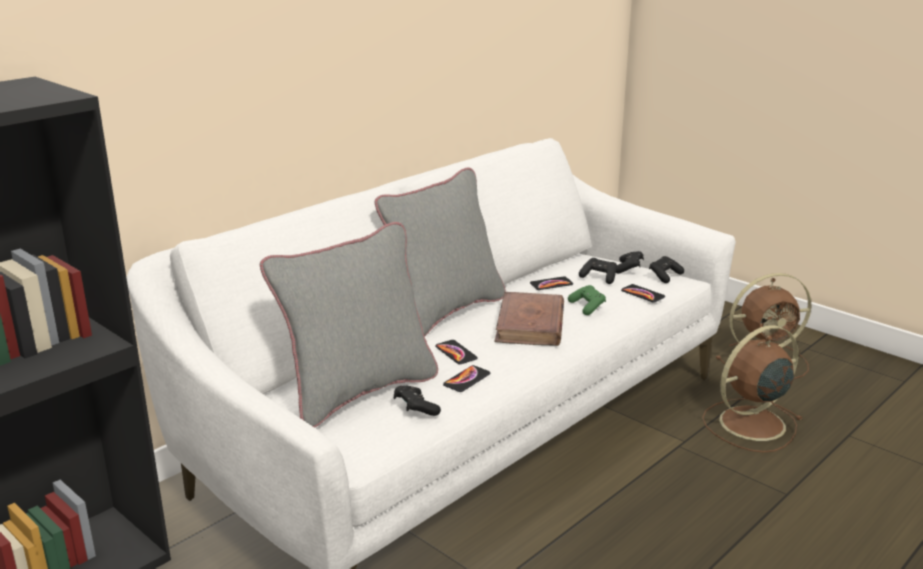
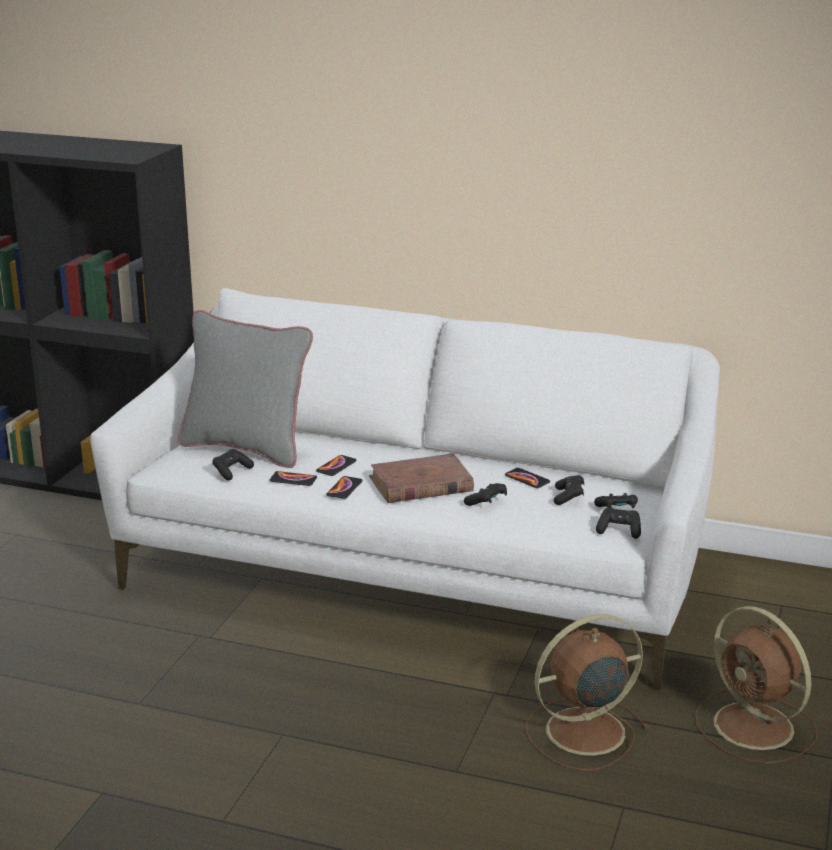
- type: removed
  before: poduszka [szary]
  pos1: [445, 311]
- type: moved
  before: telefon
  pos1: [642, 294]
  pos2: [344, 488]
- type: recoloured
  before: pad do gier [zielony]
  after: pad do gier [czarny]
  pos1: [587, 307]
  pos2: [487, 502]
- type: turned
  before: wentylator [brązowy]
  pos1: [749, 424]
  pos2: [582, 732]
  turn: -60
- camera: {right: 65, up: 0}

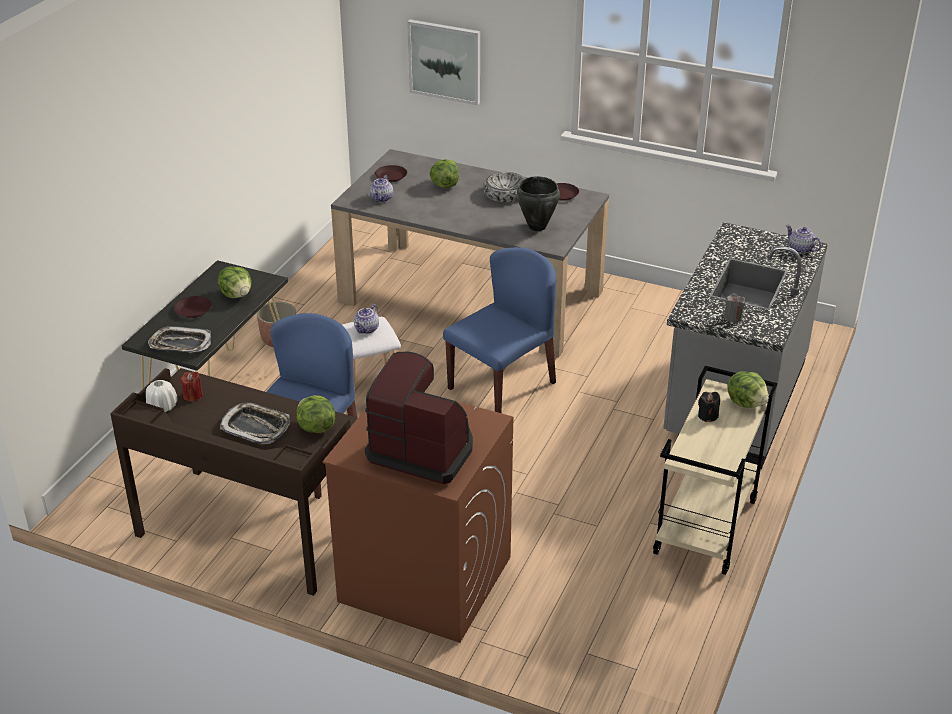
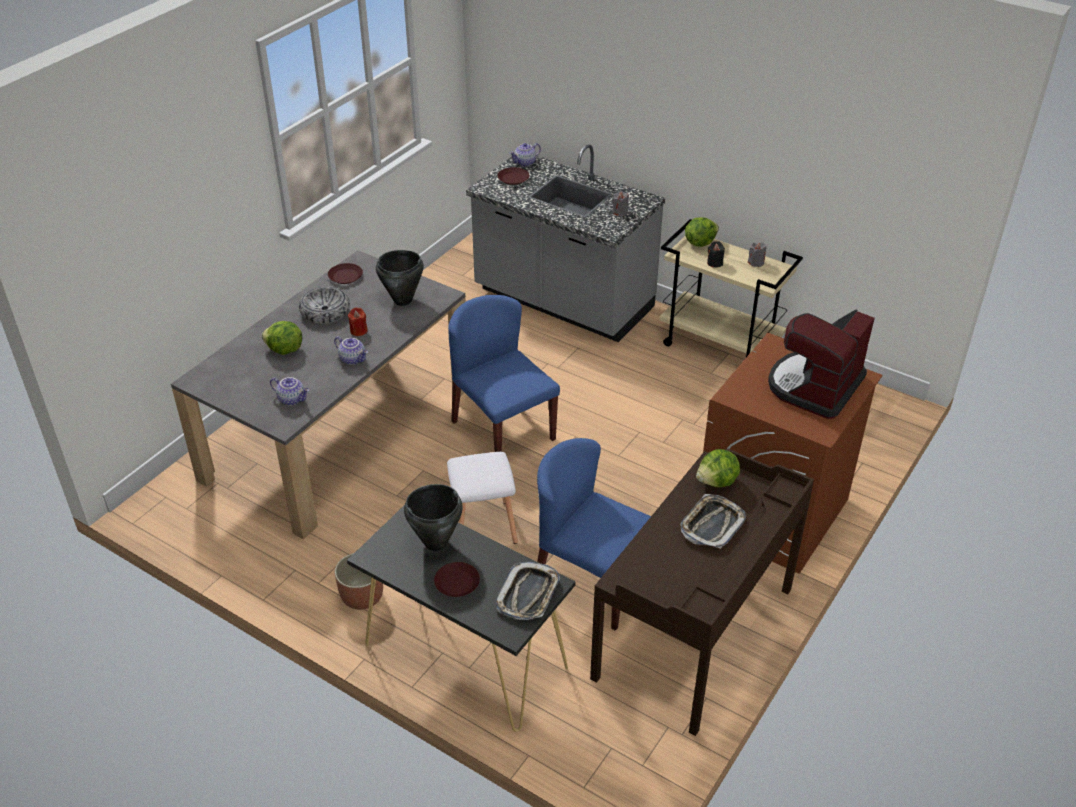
- type: removed
  before: obraz
  pos1: [445, 61]
- type: moved
  before: talerz [brązowy]
  pos1: [391, 176]
  pos2: [513, 179]
- type: replaced
  before: sałata
  after: garnek [czarny]
  pos1: [237, 295]
  pos2: [435, 543]
- type: moved
  before: imbryk
  pos1: [367, 329]
  pos2: [353, 359]
- type: moved
  before: świeca [czerwony]
  pos1: [193, 396]
  pos2: [358, 331]
- type: removed
  before: wazon [biały]
  pos1: [162, 407]
- type: added
  after: świeca [szary]
  pos2: [756, 262]
- camera: {right: -80, up: 5}

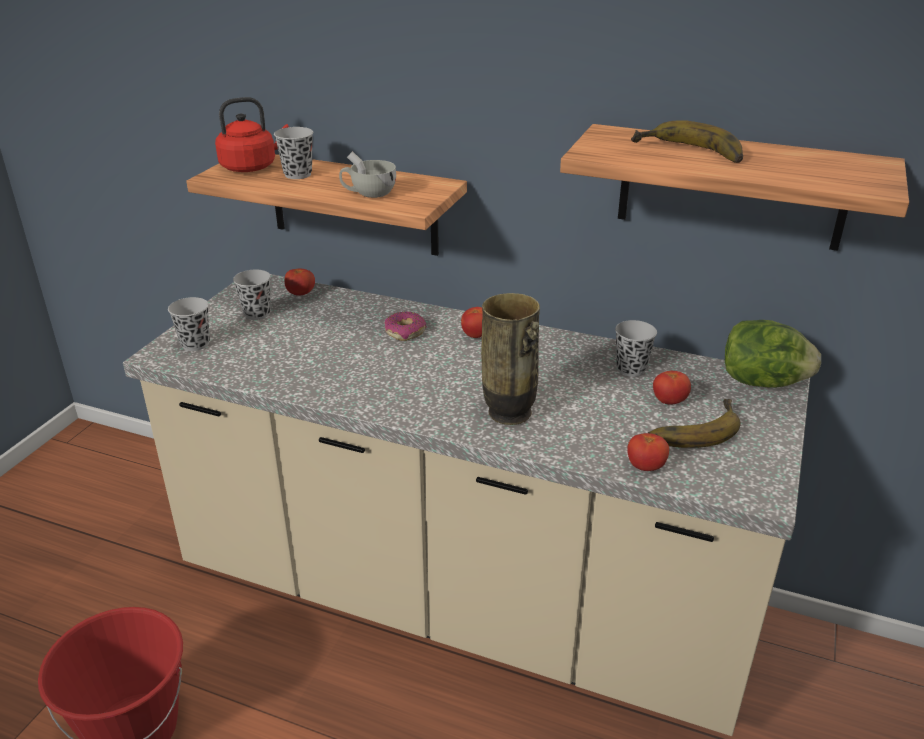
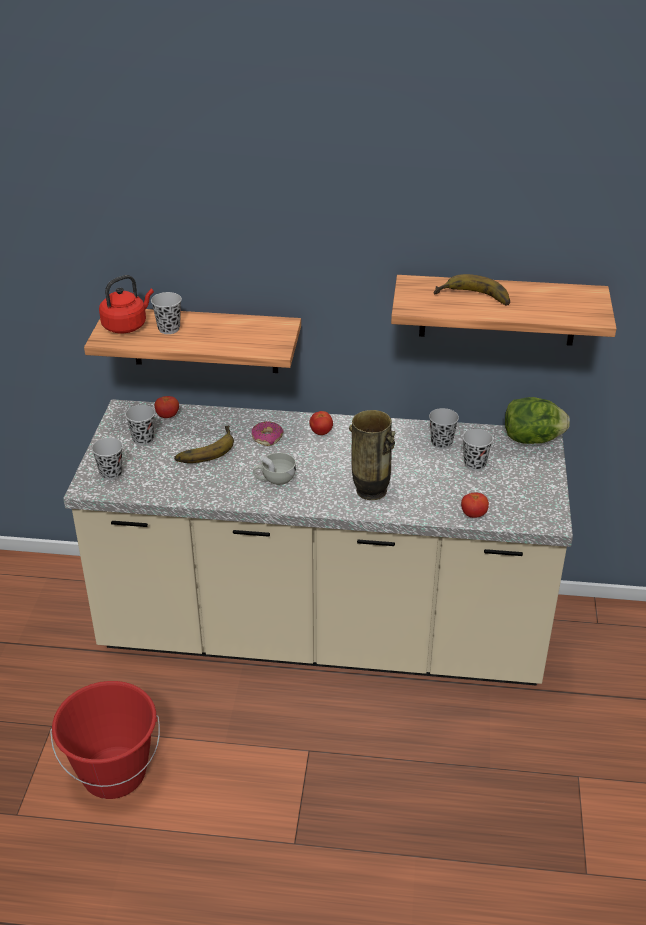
- type: moved
  before: filiżanka [biały]
  pos1: [368, 193]
  pos2: [275, 479]
- type: replaced
  before: pomidor
  after: filiżanka [czarny]
  pos1: [669, 401]
  pos2: [475, 464]
- type: moved
  before: banan
  pos1: [691, 428]
  pos2: [204, 449]
- camera: {right: -15, up: 5}

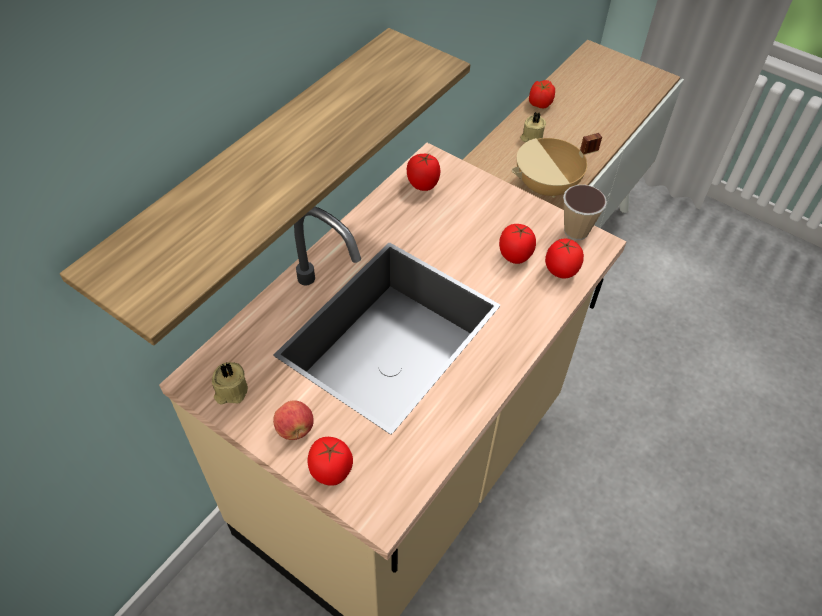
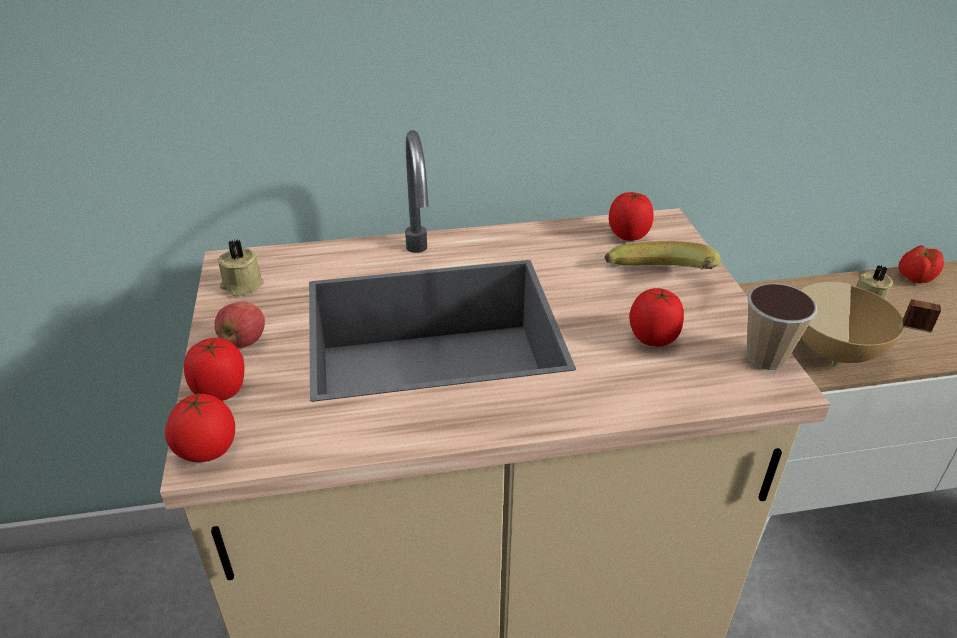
- type: removed
  before: półka
  pos1: [256, 174]
- type: moved
  before: pomidor
  pos1: [561, 271]
  pos2: [207, 451]
- type: added
  after: banan
  pos2: [661, 284]
- camera: {right: 45, up: -15}

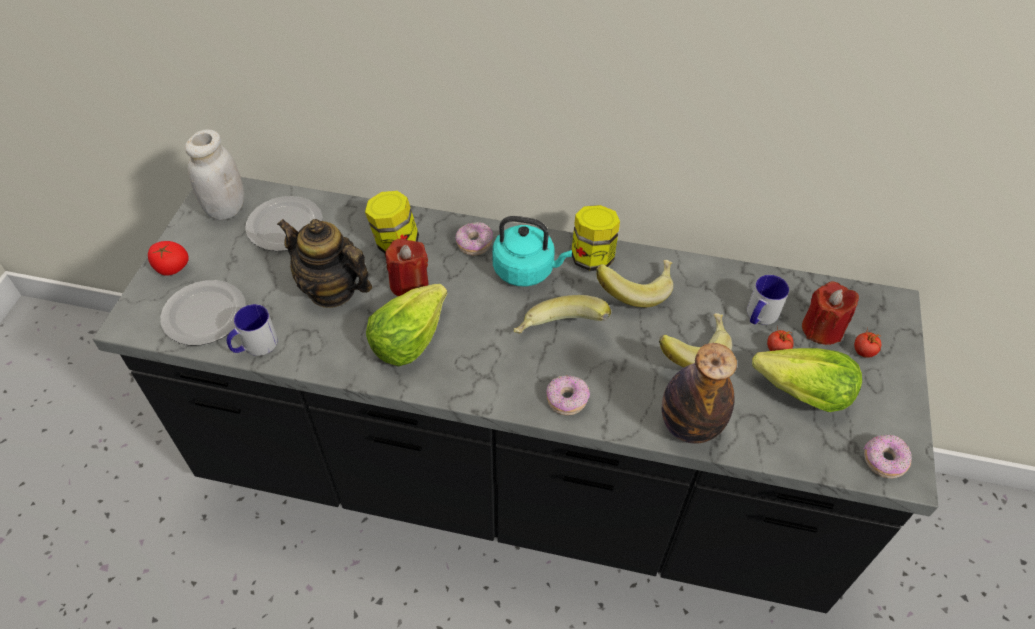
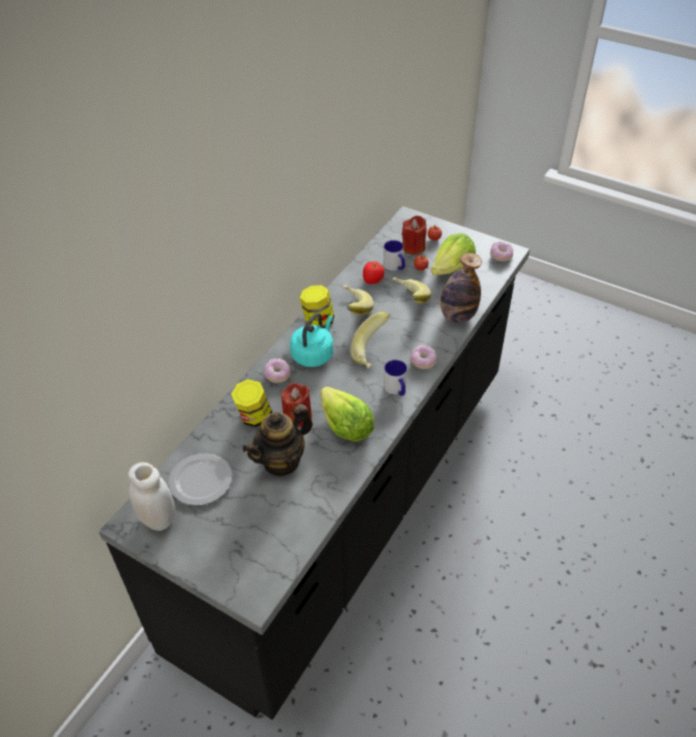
- type: moved
  before: pomidor
  pos1: [172, 268]
  pos2: [372, 280]
- type: removed
  before: talerz
  pos1: [203, 315]
- type: moved
  before: kubek
  pos1: [254, 346]
  pos2: [396, 389]
- camera: {right: -70, up: -5}

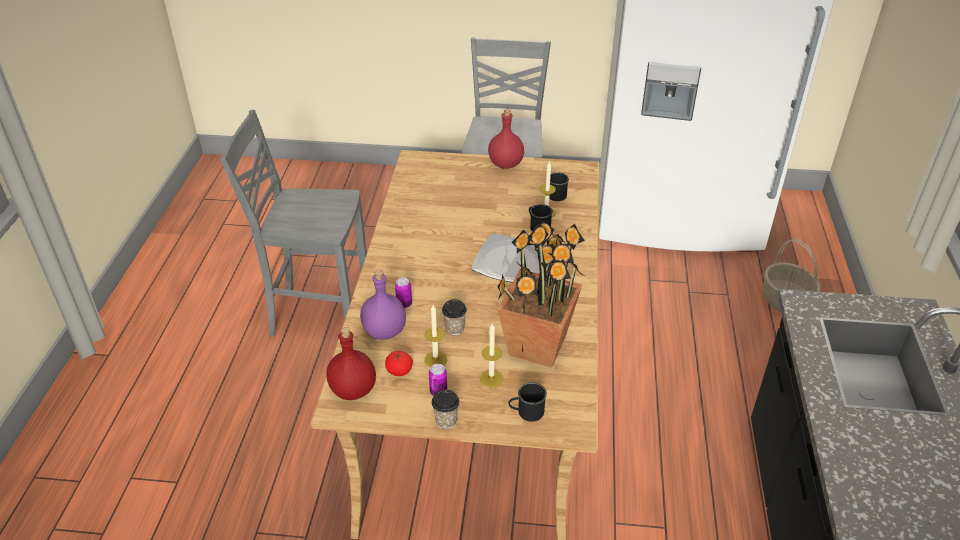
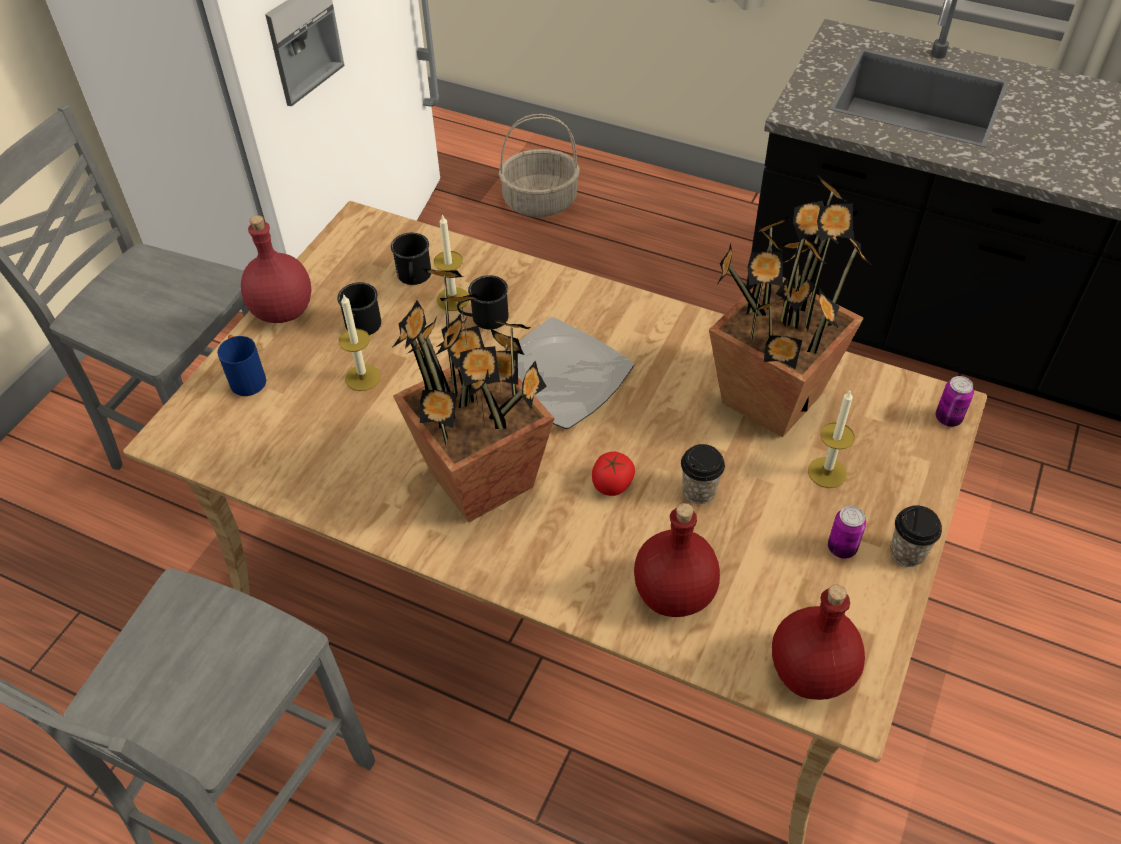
- type: recoloured
  before: butelka [fioletowy]
  after: butelka [czerwony]
  pos1: [384, 332]
  pos2: [675, 594]
- type: moved
  before: puszka
  pos1: [404, 304]
  pos2: [948, 418]
- type: moved
  before: świeca
  pos1: [435, 359]
  pos2: [362, 377]
- type: moved
  before: pomidor
  pos1: [399, 371]
  pos2: [612, 484]
- type: moved
  before: kubek [czarny]
  pos1: [526, 412]
  pos2: [361, 328]
- type: added
  after: roślina doniczkowa
  pos2: [483, 480]
- type: added
  after: kubek [niebieski]
  pos2: [246, 378]
- camera: {right: -70, up: 10}

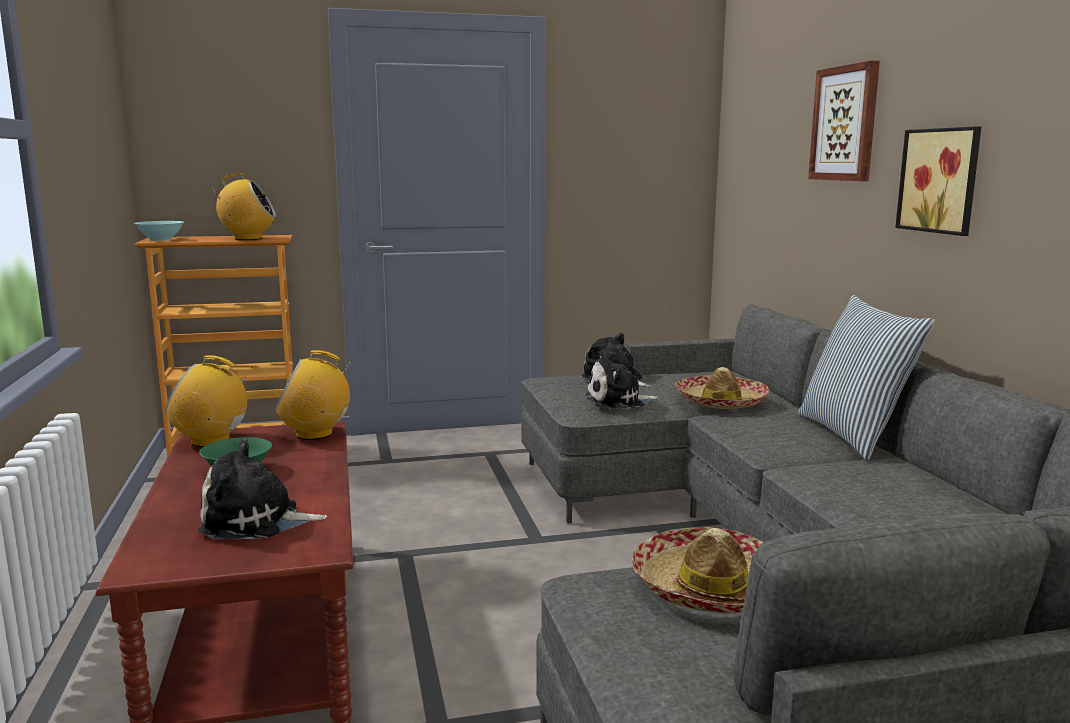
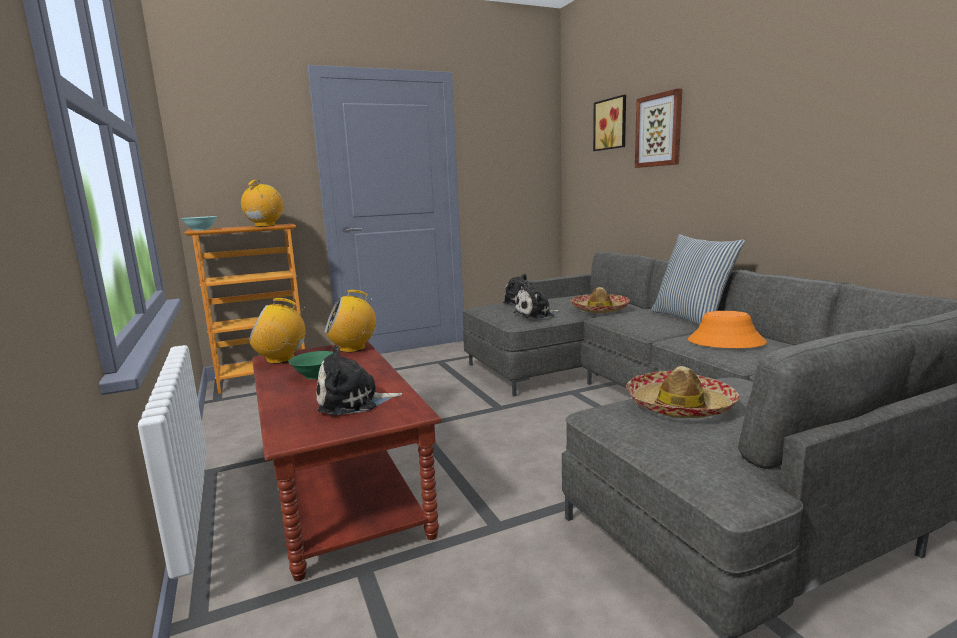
- type: moved
  before: obraz
  pos1: [942, 180]
  pos2: [611, 124]
- type: turned
  before: radio
  pos1: [248, 239]
  pos2: [265, 226]
  turn: -60
- type: added
  after: kapelusz [pomarańczowy]
  pos2: [725, 342]
- camera: {right: -10, up: 0}

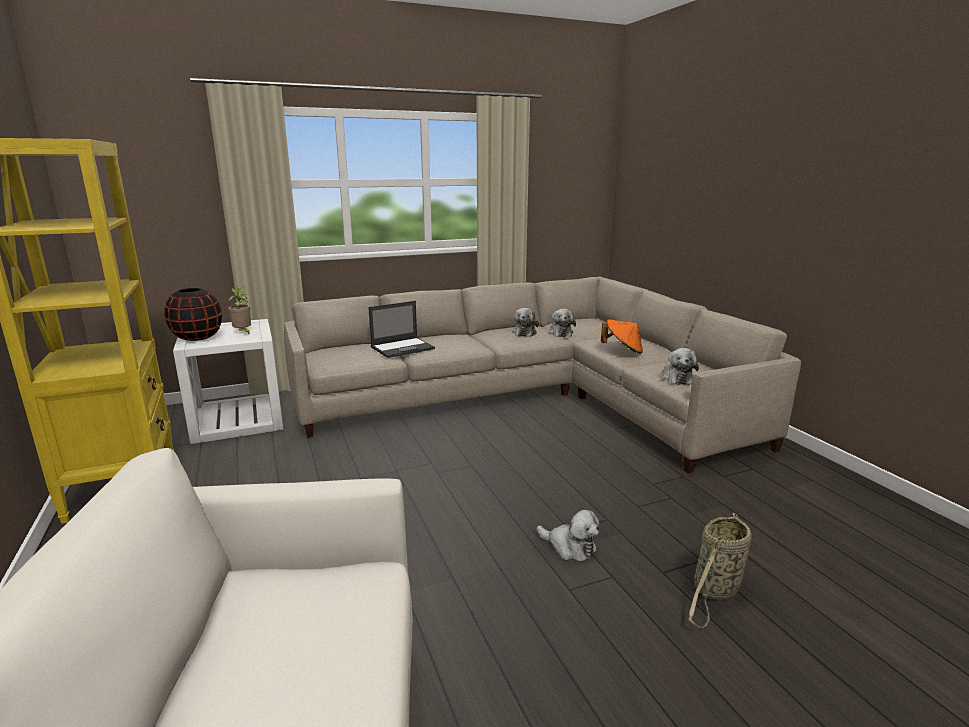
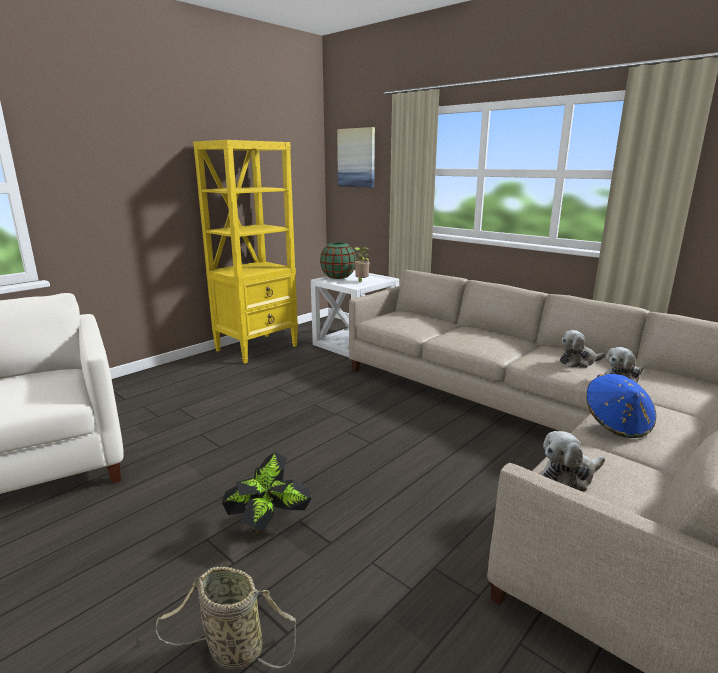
- type: recoloured
  before: wazon [czarny]
  after: wazon [zielony]
  pos1: [197, 337]
  pos2: [338, 277]
- type: removed
  before: laptop
  pos1: [403, 348]
- type: recoloured
  before: kapelusz [pomarańczowy]
  after: kapelusz [niebieski]
  pos1: [623, 350]
  pos2: [617, 424]
- type: replaced
  before: pluszak
  after: roślina doniczkowa
  pos1: [570, 547]
  pos2: [270, 526]
- type: added
  after: obraz
  pos2: [356, 158]
- camera: {right: 65, up: 0}

